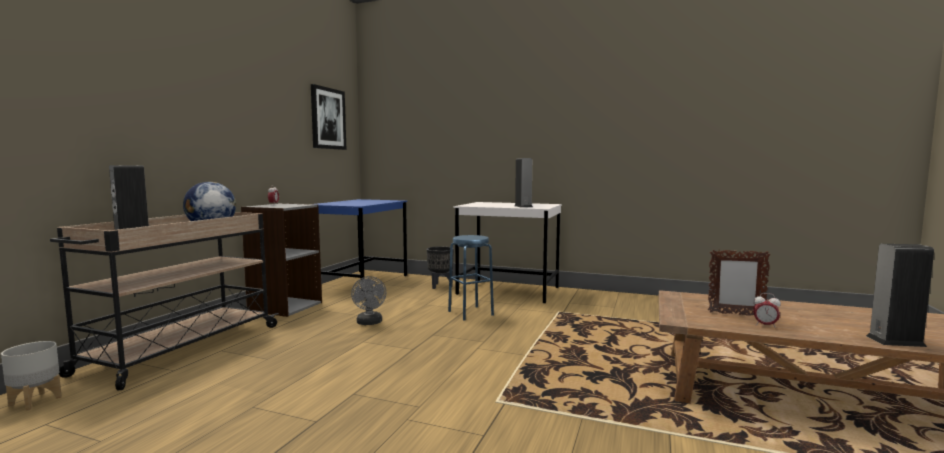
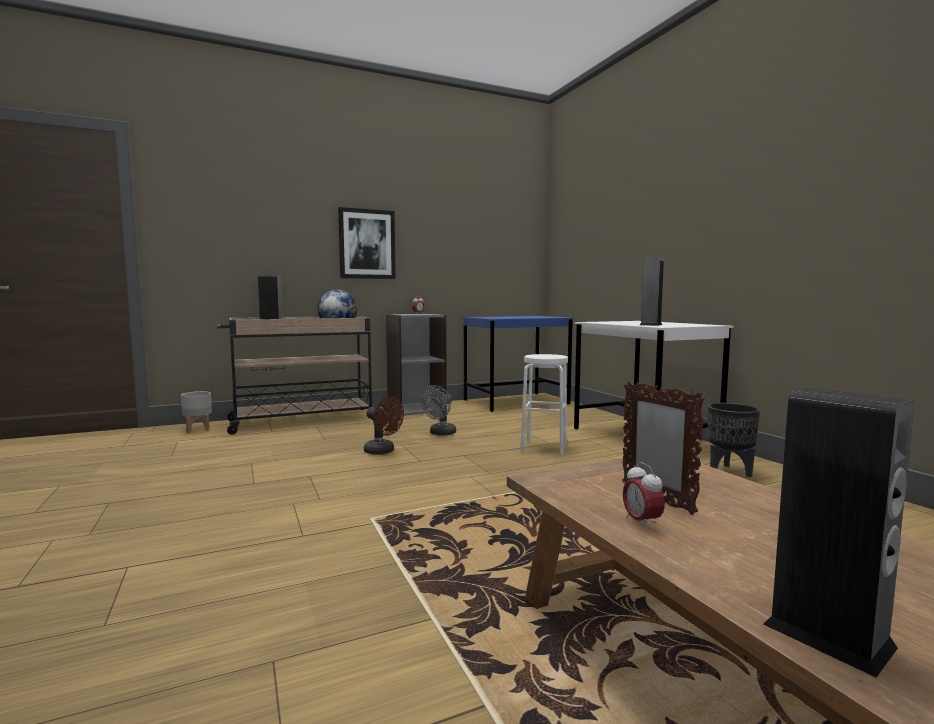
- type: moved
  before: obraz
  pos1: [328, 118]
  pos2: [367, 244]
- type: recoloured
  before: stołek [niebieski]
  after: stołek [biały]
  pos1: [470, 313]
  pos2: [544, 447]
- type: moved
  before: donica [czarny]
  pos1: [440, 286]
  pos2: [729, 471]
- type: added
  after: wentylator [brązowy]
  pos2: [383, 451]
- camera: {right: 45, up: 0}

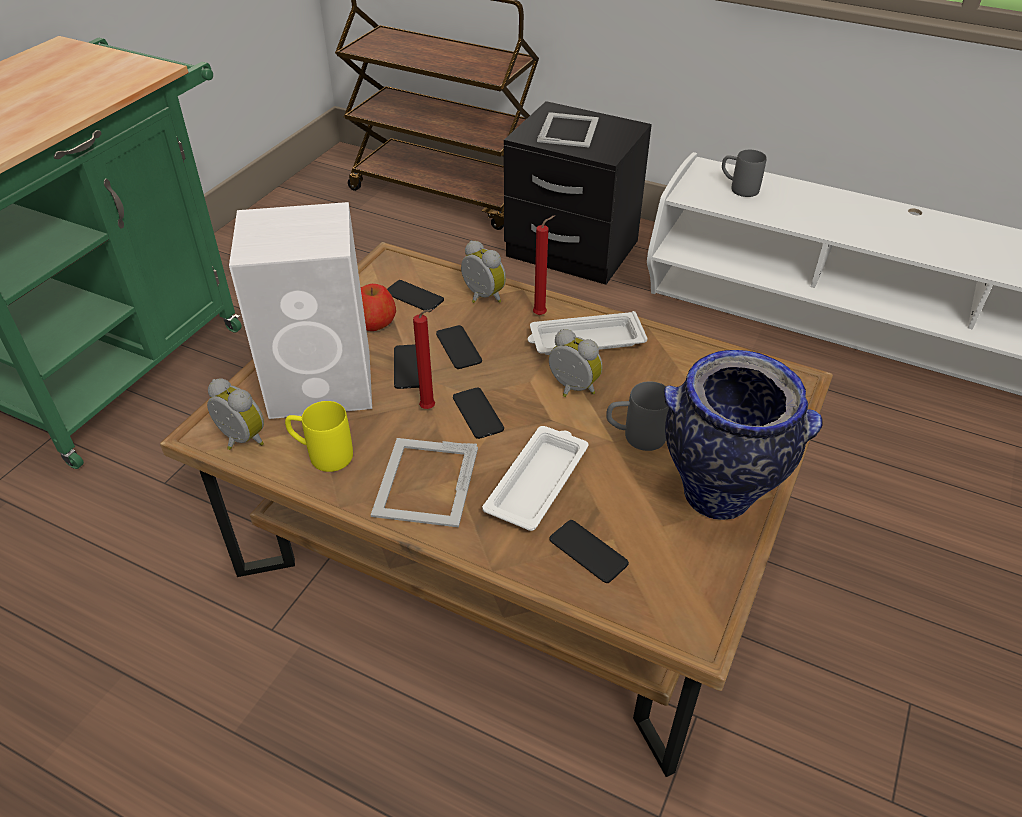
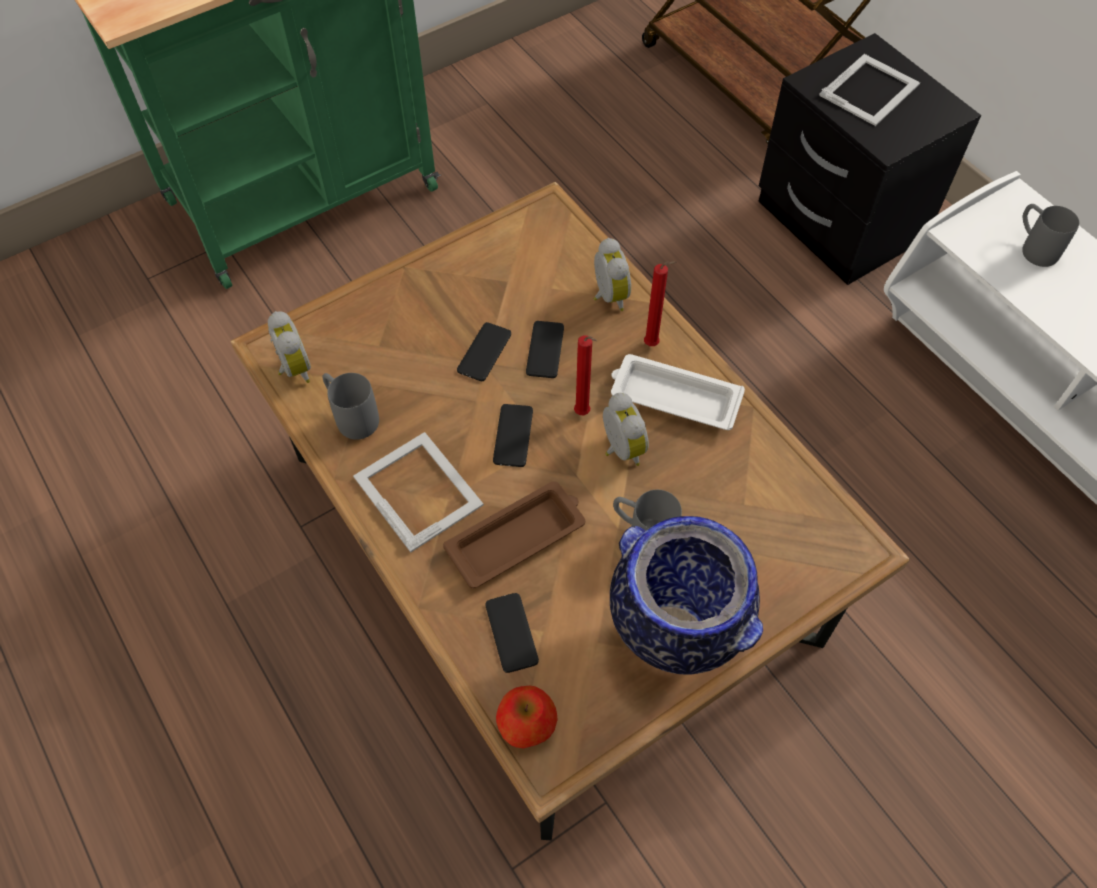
- type: removed
  before: głośnik [biały]
  pos1: [324, 383]
- type: removed
  before: telefon
  pos1: [414, 297]
- type: moved
  before: jabłko
  pos1: [375, 323]
  pos2: [526, 723]
- type: moved
  before: świeca [czerwony]
  pos1: [430, 409]
  pos2: [583, 414]
- type: recoloured
  before: kubek [żółty]
  after: kubek [szary]
  pos1: [322, 455]
  pos2: [351, 416]
- type: recoloured
  before: taca [biały]
  after: taca [brązowy]
  pos1: [538, 481]
  pos2: [518, 537]
- type: turned
  before: ramka na zdjęcie
  pos1: [425, 482]
  pos2: [418, 489]
  turn: 105
- camera: {right: 30, up: 15}

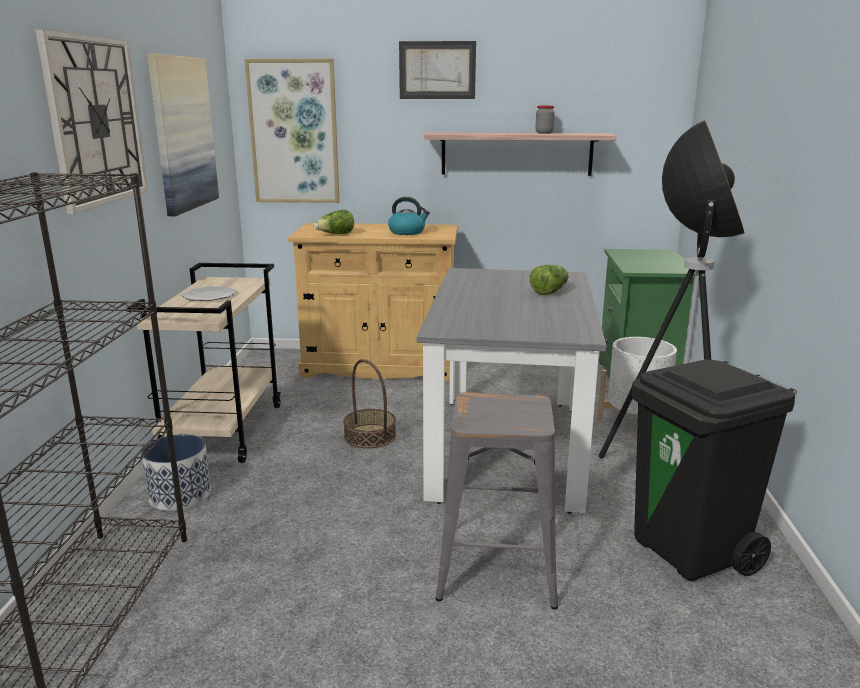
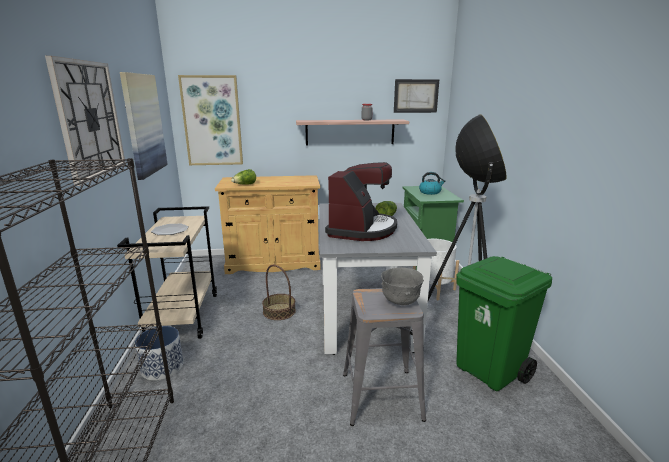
- type: moved
  before: obraz
  pos1: [437, 70]
  pos2: [416, 96]
- type: moved
  before: czajnik
  pos1: [407, 232]
  pos2: [430, 192]
- type: recoloured
  before: kosz na śmieci [czarny]
  after: kosz na śmieci [zielony]
  pos1: [691, 552]
  pos2: [490, 371]
- type: added
  after: ekspres do kawy
  pos2: [362, 229]
- type: added
  after: miska [szary]
  pos2: [400, 302]
- camera: {right: -10, up: 0}

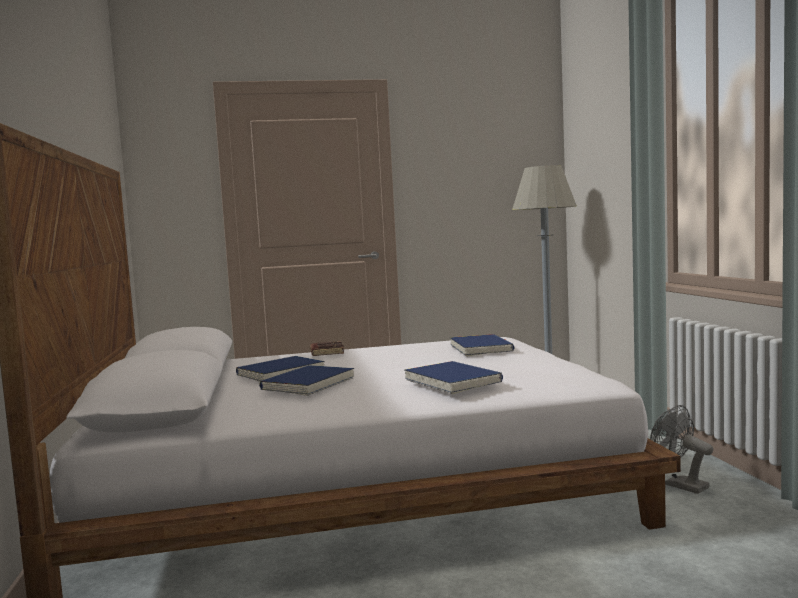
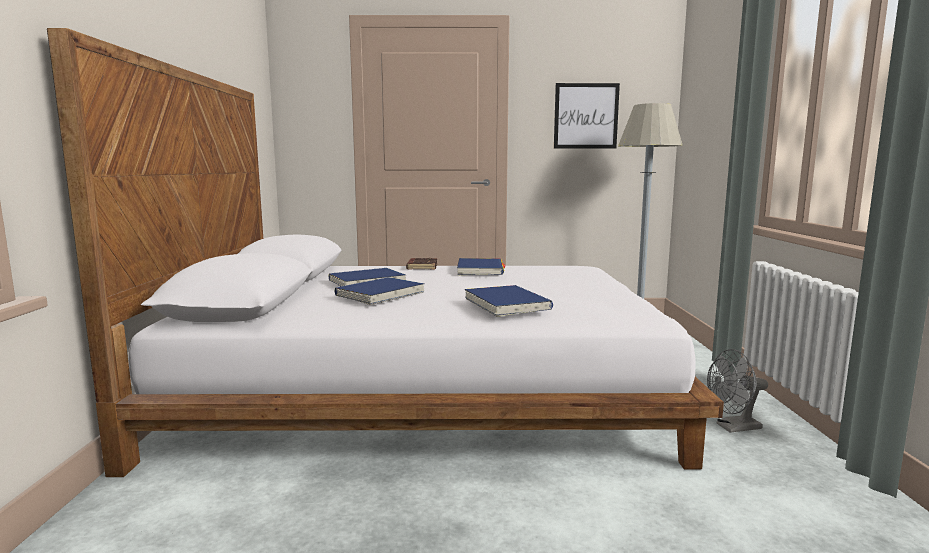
- type: moved
  before: książka [niebieski]
  pos1: [480, 348]
  pos2: [480, 270]
- type: turned
  before: wentylator [szary]
  pos1: [679, 485]
  pos2: [733, 427]
  turn: -75
- type: added
  after: obraz
  pos2: [586, 116]
- camera: {right: 10, up: 5}

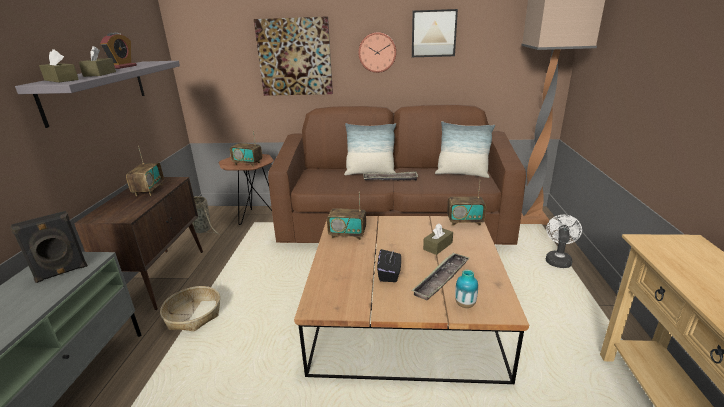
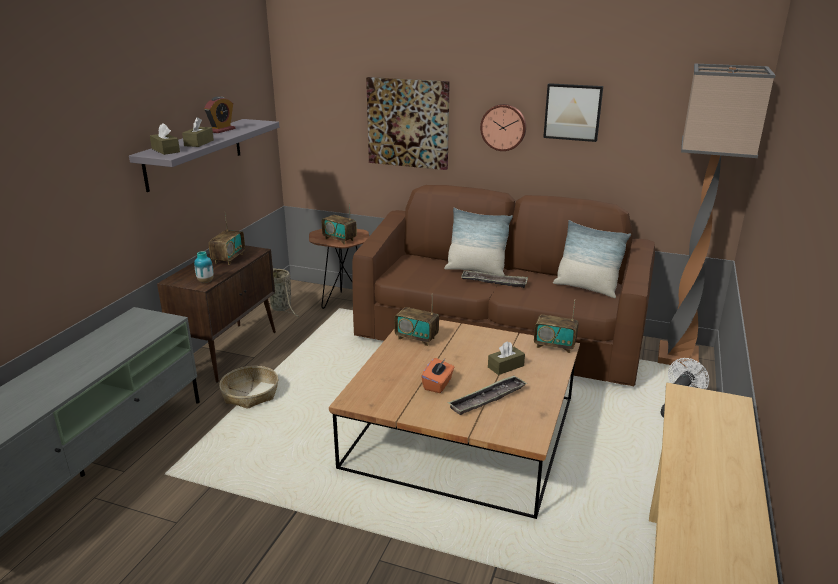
- type: removed
  before: głośnik [czarny]
  pos1: [62, 272]
- type: recoloured
  before: pudełko chusteczek [czarny]
  after: pudełko chusteczek [pomarańczowy]
  pos1: [389, 274]
  pos2: [438, 384]
- type: moved
  before: wazon
  pos1: [465, 304]
  pos2: [205, 281]
- camera: {right: 15, up: 0}

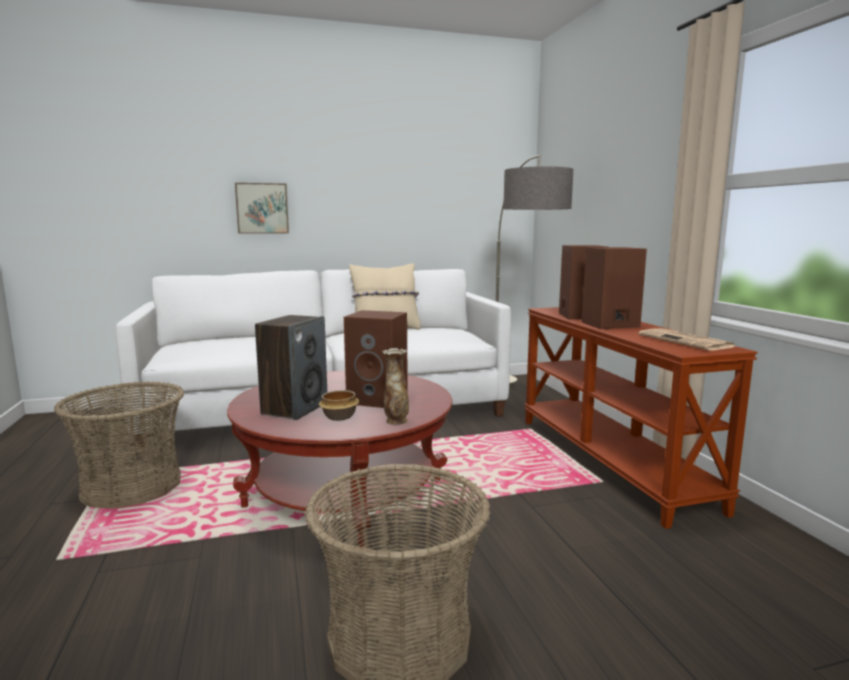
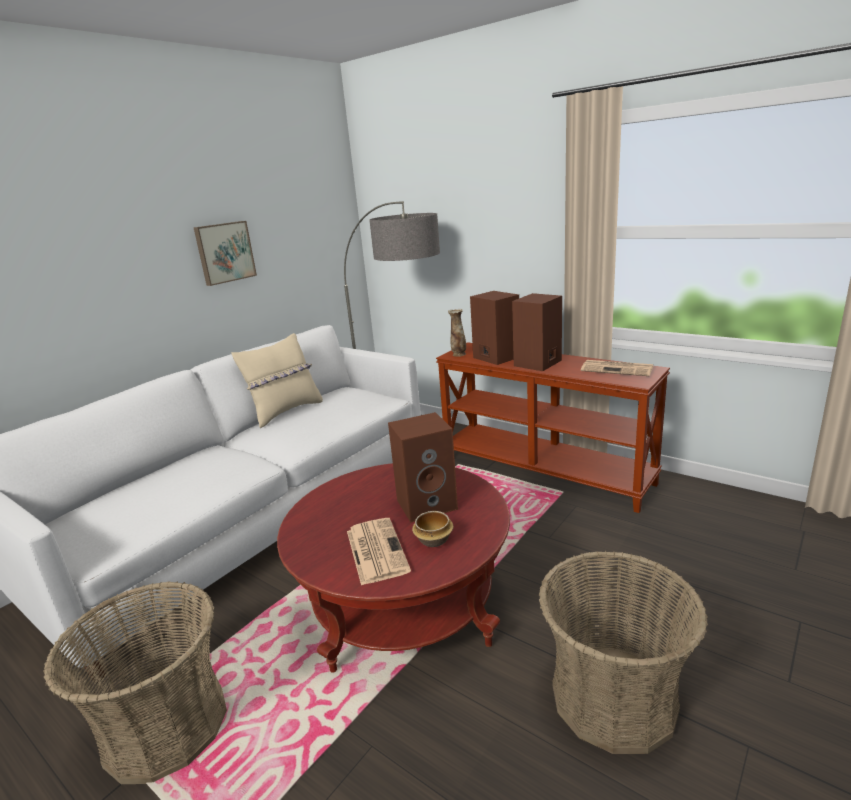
- type: moved
  before: obraz
  pos1: [262, 208]
  pos2: [224, 252]
- type: replaced
  before: głośnik
  after: gazeta
  pos1: [295, 408]
  pos2: [376, 550]
- type: moved
  before: wazon
  pos1: [396, 421]
  pos2: [458, 354]
- camera: {right: -35, up: 10}

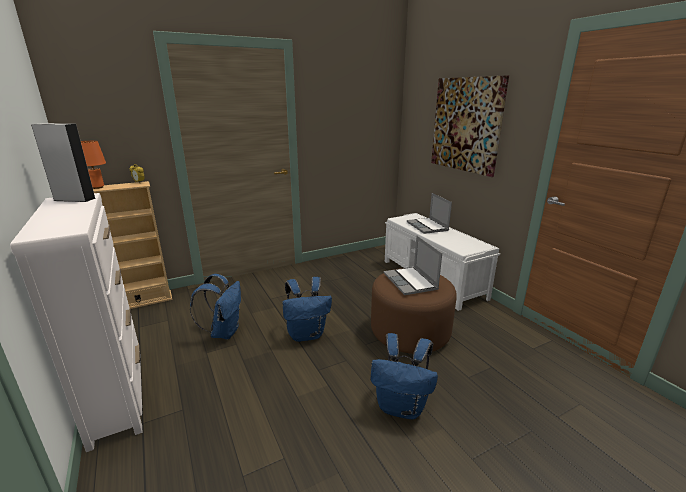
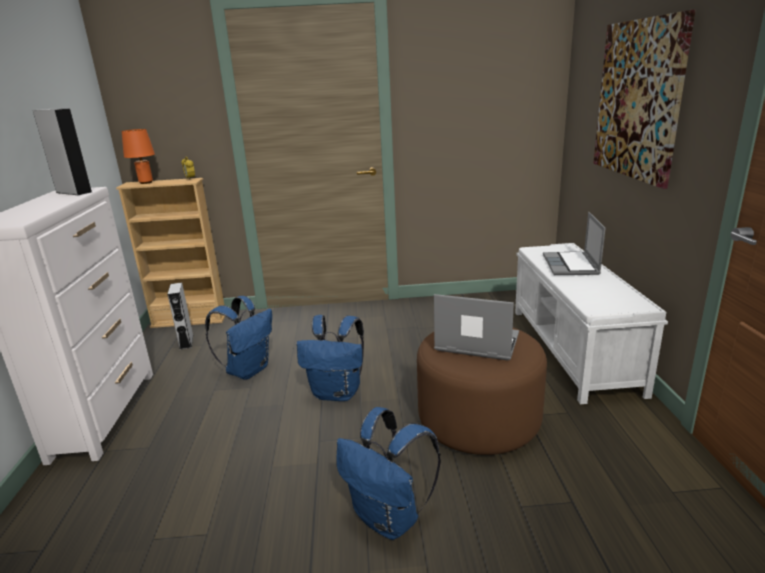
- type: turned
  before: laptop
  pos1: [411, 282]
  pos2: [475, 343]
  turn: 105
- type: added
  after: głośnik [szary]
  pos2: [186, 342]
- camera: {right: 25, up: 0}

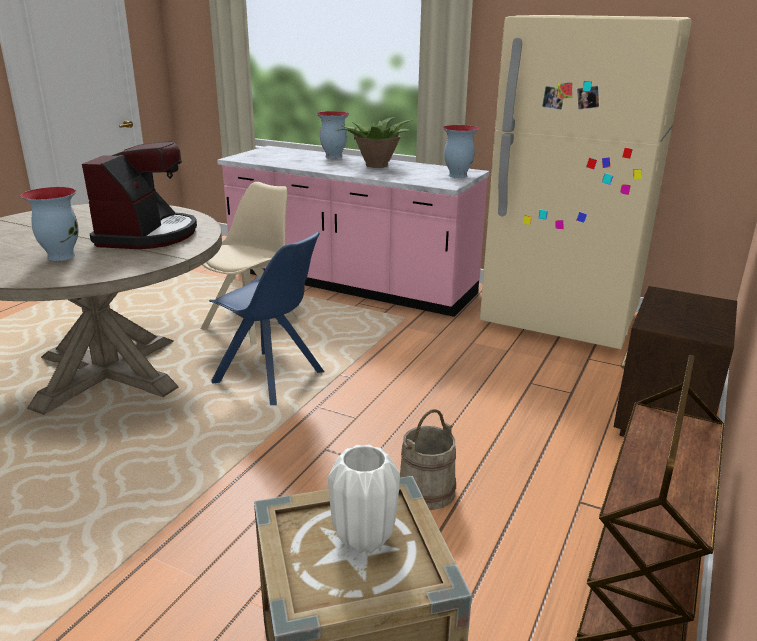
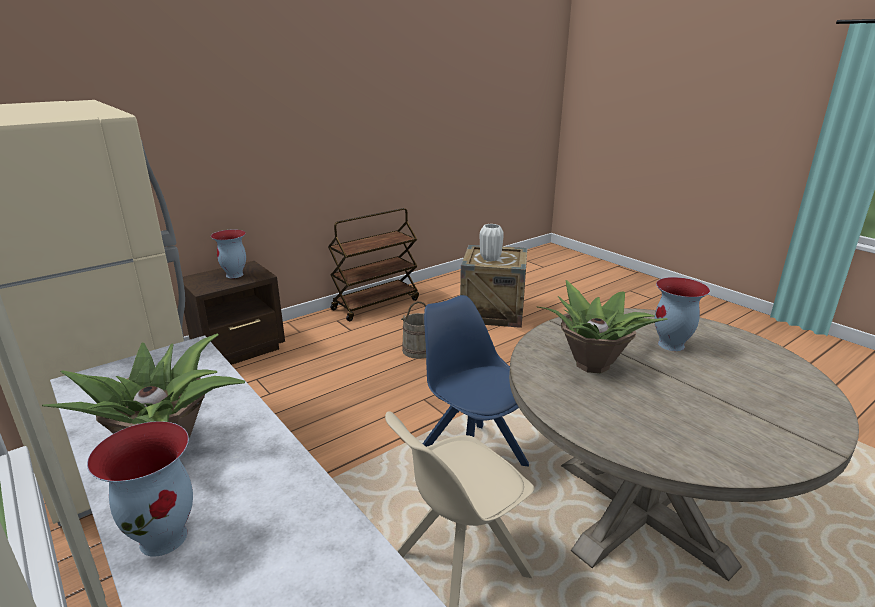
- type: moved
  before: wazon
  pos1: [457, 175]
  pos2: [235, 275]
- type: replaced
  before: ekspres do kawy
  after: roślina doniczkowa
  pos1: [148, 235]
  pos2: [593, 363]
- camera: {right: -155, up: 0}

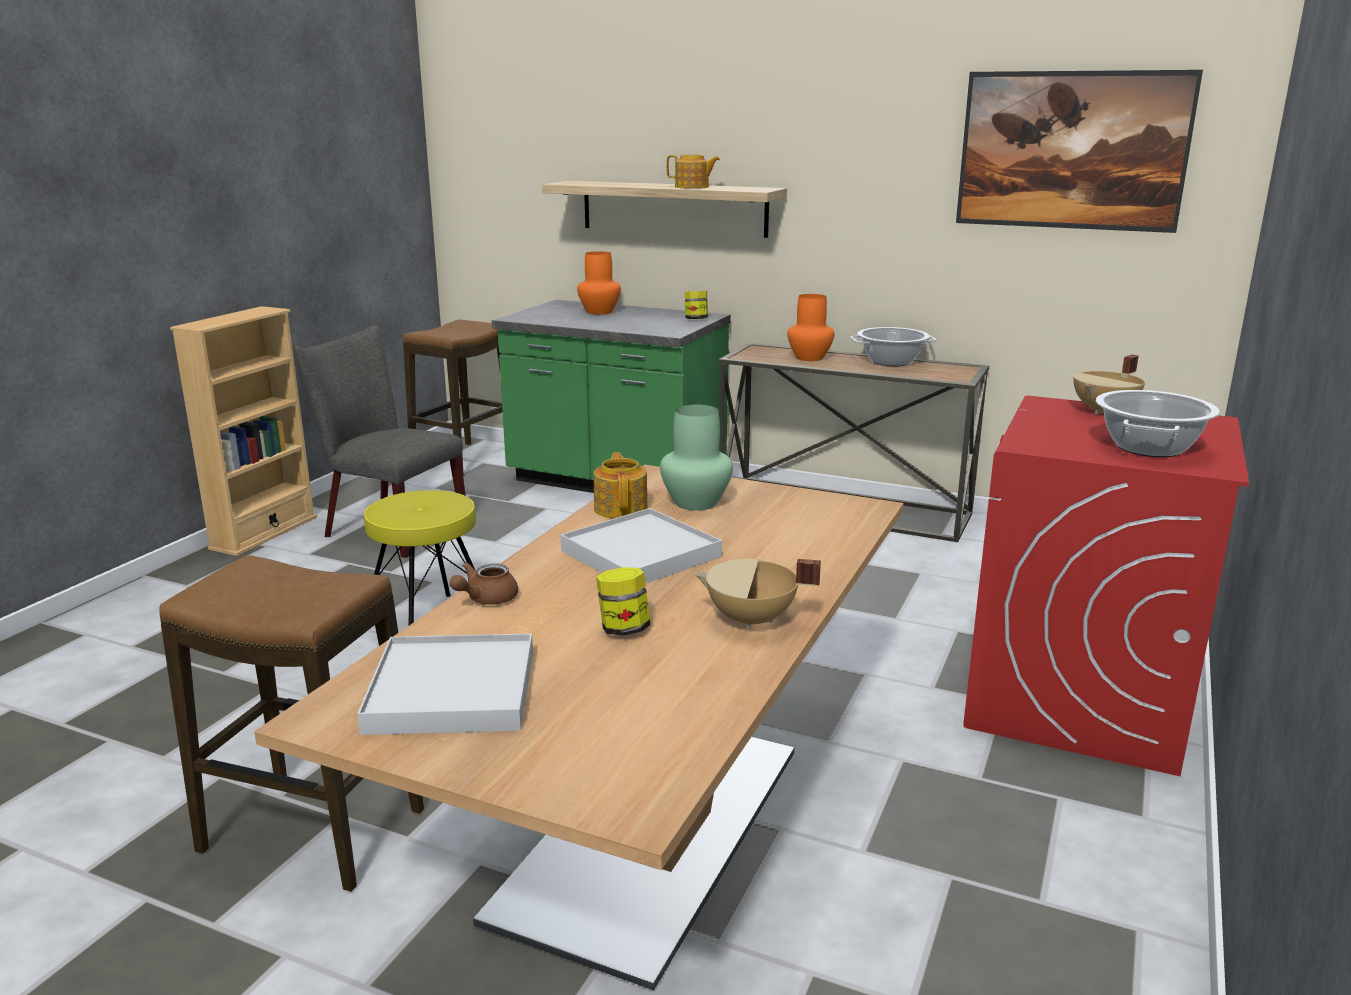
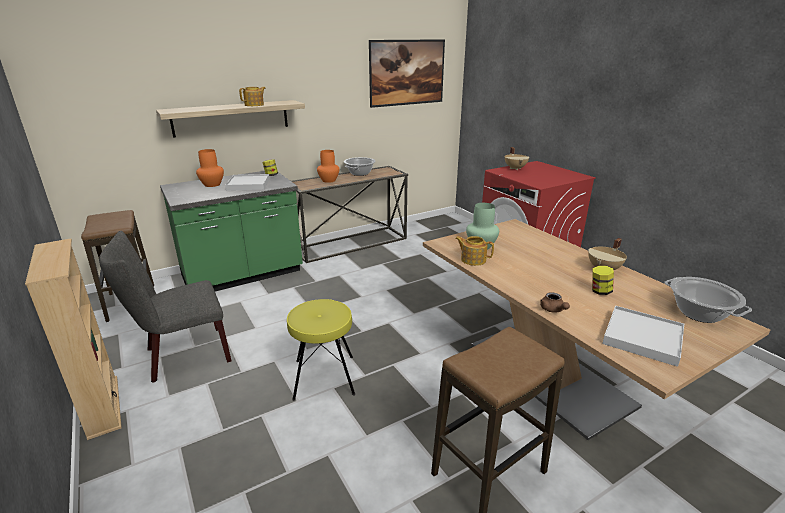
- type: moved
  before: garnek
  pos1: [1149, 448]
  pos2: [700, 313]
- type: moved
  before: taca [biały]
  pos1: [641, 554]
  pos2: [248, 184]
- camera: {right: -55, up: 5}

